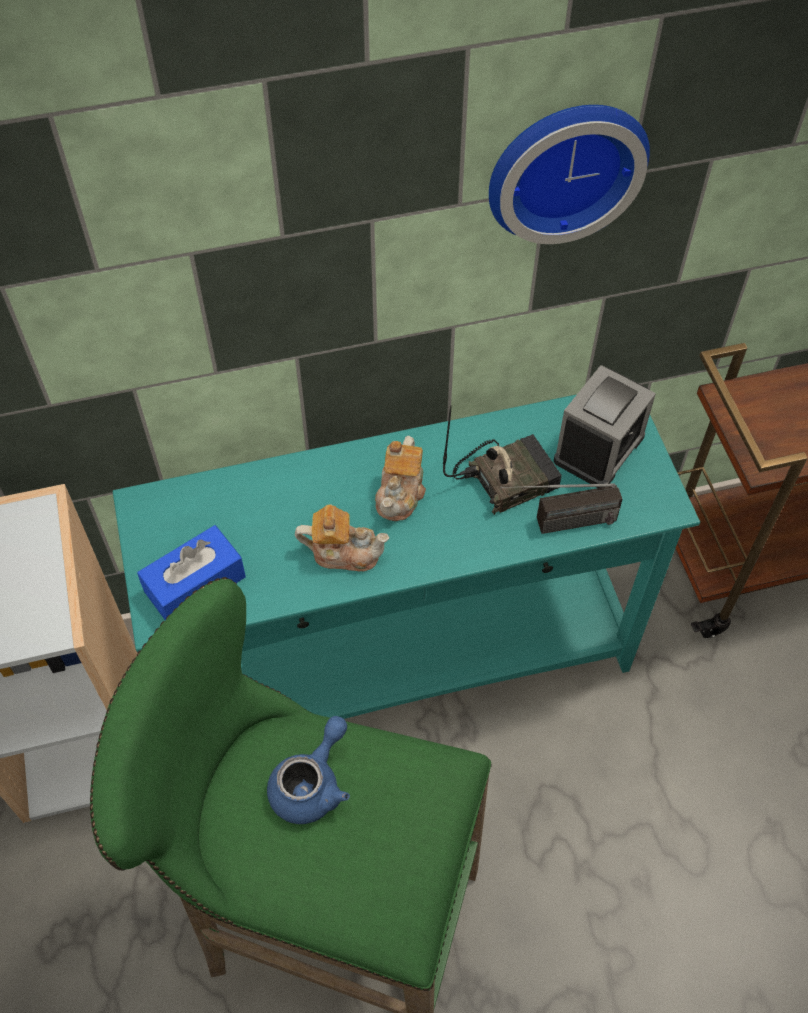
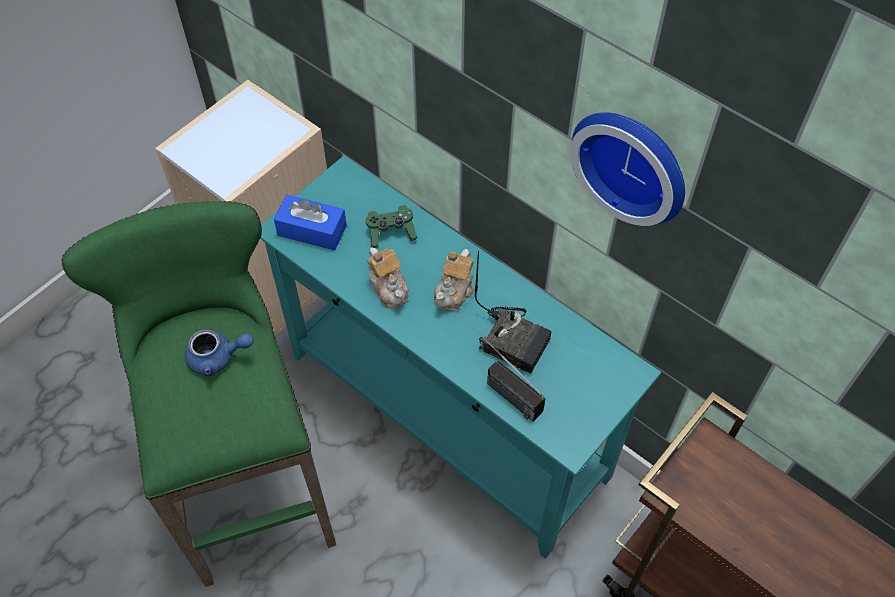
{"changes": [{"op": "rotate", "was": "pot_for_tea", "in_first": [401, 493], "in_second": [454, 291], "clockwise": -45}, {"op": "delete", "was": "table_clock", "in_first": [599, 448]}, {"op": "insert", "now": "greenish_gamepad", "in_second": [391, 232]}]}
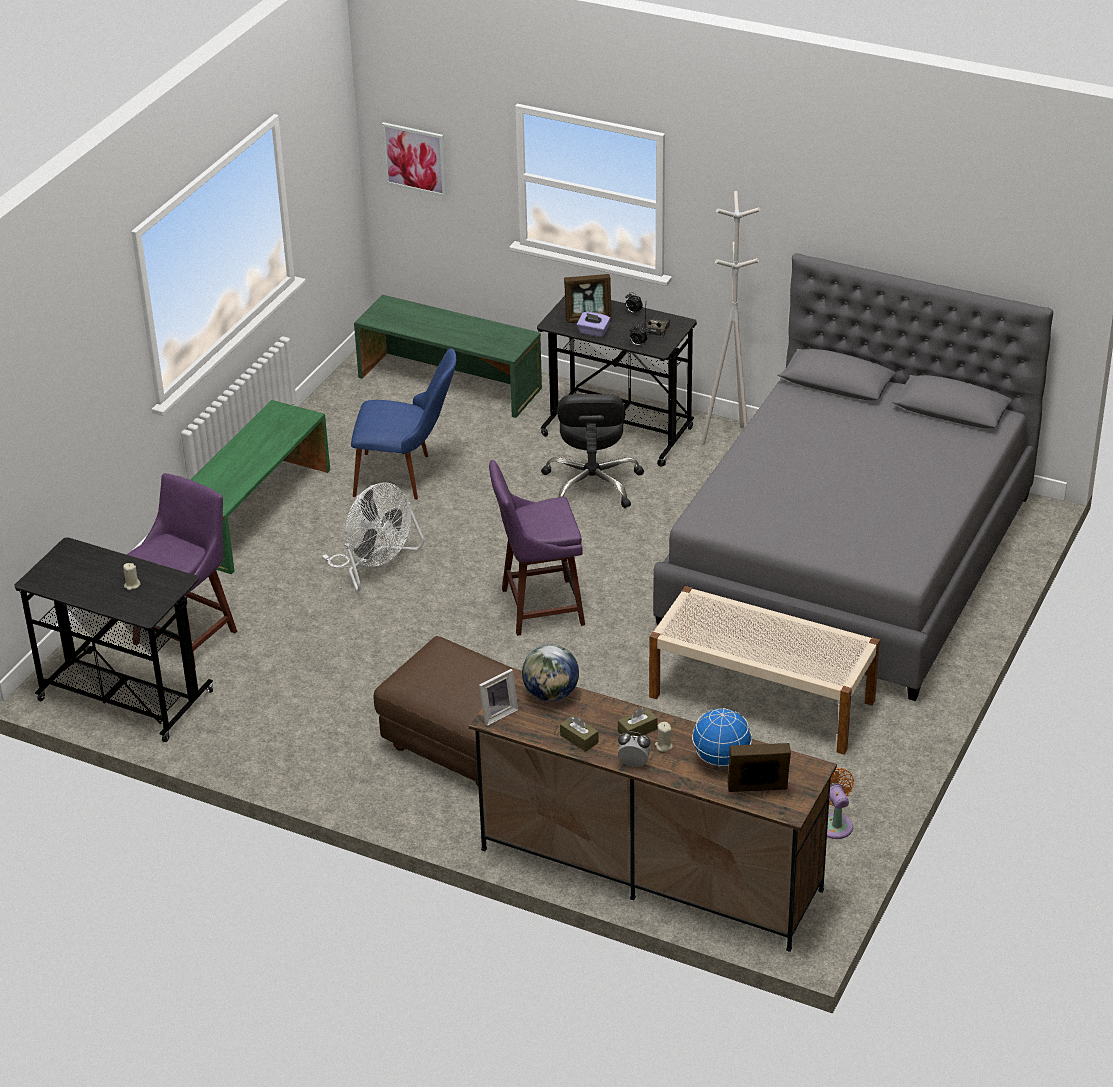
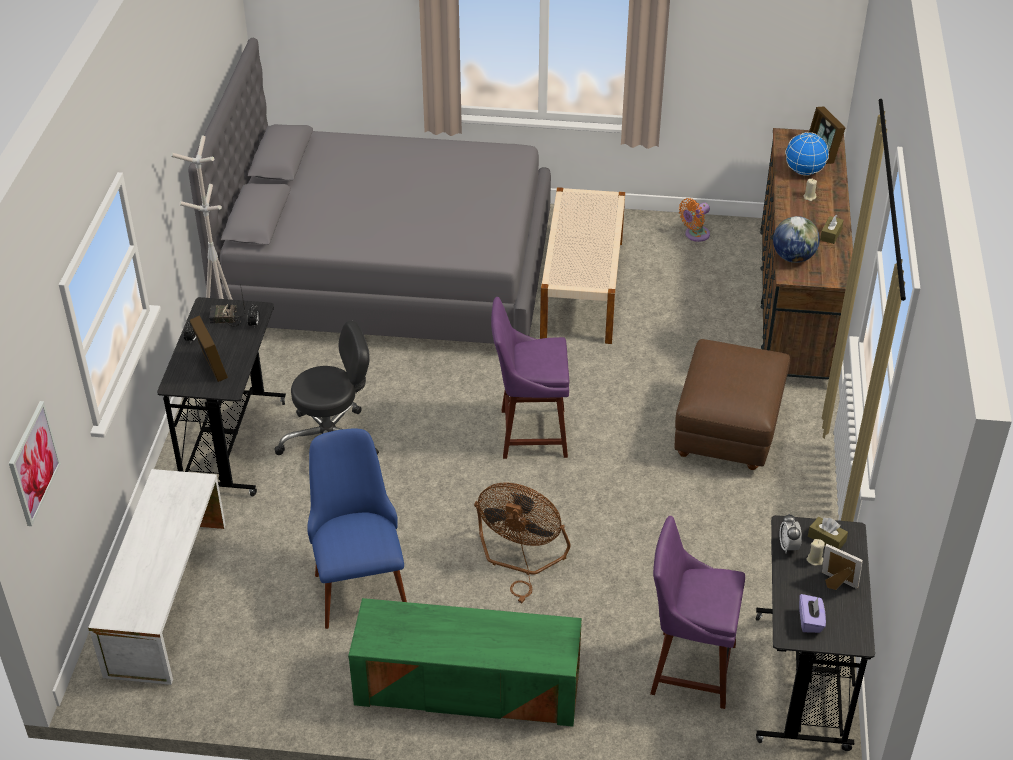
{"changes": [{"op": "recolor", "was": "whitish_electric_fan", "now": "brown-coloured_electric_fan", "in_first": [373, 566], "in_second": [519, 560]}, {"op": "recolor", "was": "greenish_indoor_bench", "now": "whitish_indoor_bench", "in_first": [451, 382], "in_second": [165, 596]}, {"op": "move", "was": "picture_frame", "in_first": [497, 713], "in_second": [836, 584]}, {"op": "rotate", "was": "purple-coloured_plain_chair", "in_first": [537, 607], "in_second": [528, 432], "clockwise": 120}, {"op": "move", "was": "purple-coloured_tissue_box", "in_first": [593, 332], "in_second": [810, 621]}, {"op": "move", "was": "brown-coloured_tissue_box", "in_first": [637, 730], "in_second": [826, 539]}, {"op": "move", "was": "table_clock", "in_first": [634, 764], "in_second": [788, 546]}]}
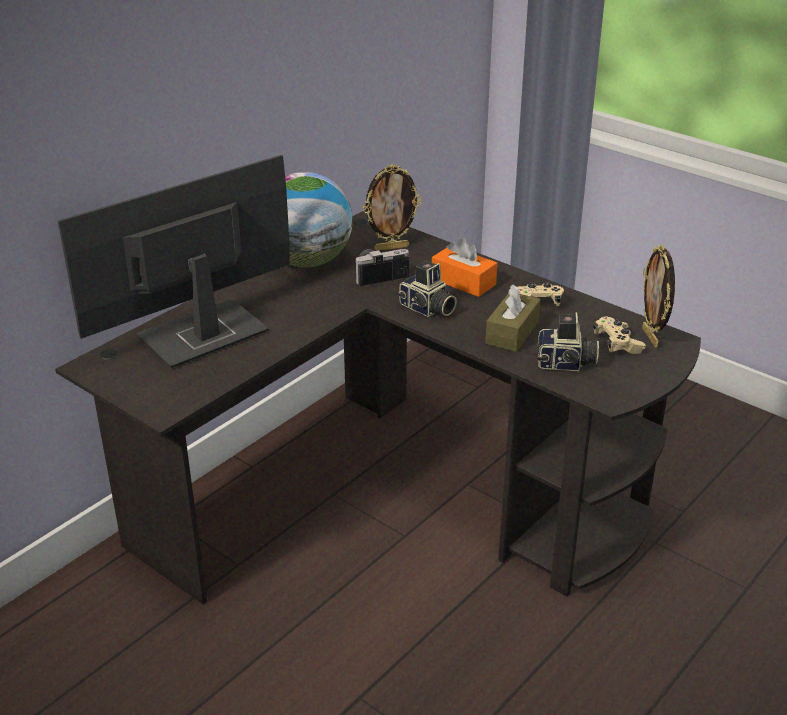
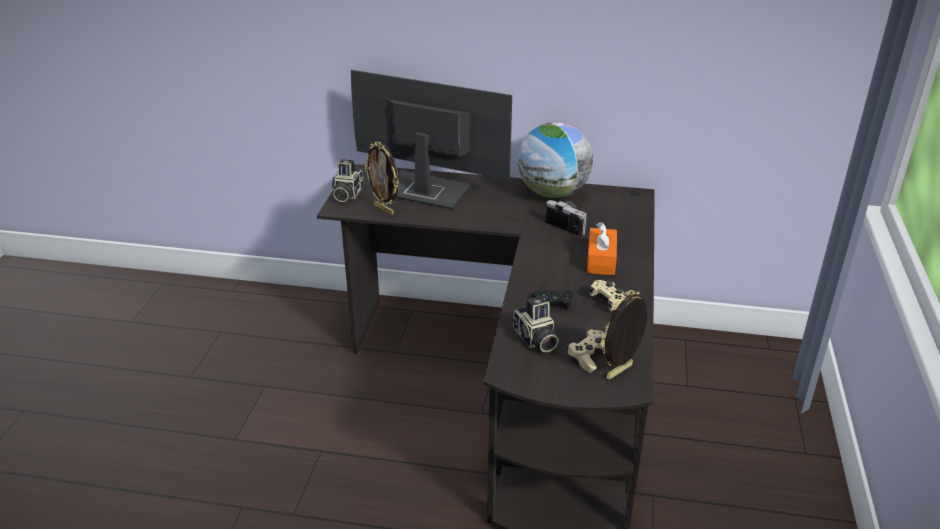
{"changes": [{"op": "move", "was": "picture_frame", "in_first": [391, 247], "in_second": [384, 210]}, {"op": "move", "was": "still_camera", "in_first": [427, 309], "in_second": [347, 194]}, {"op": "replace", "was": "brown-coloured_tissue_box", "now": "black_gamepad", "in_first": [512, 332], "in_second": [553, 302]}]}
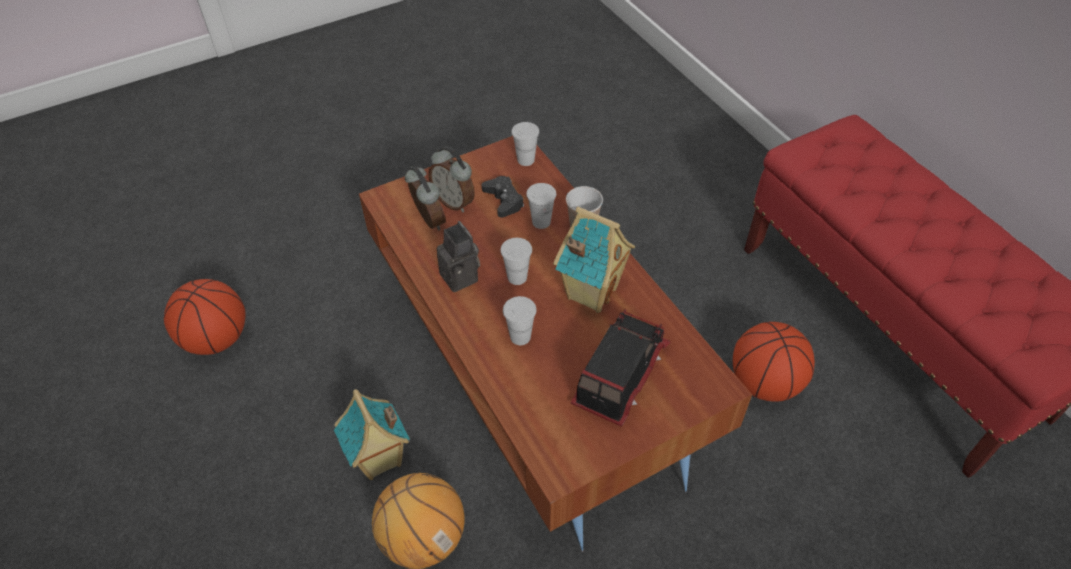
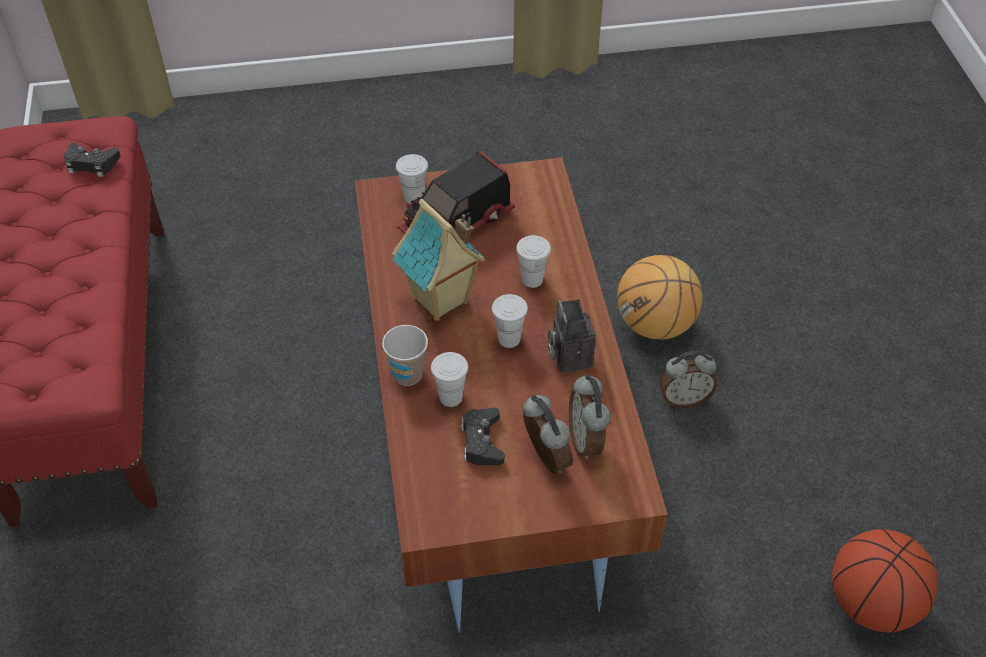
{"changes": [{"op": "replace", "was": "model_house", "now": "table_clock", "in_first": [379, 461], "in_second": [684, 399]}, {"op": "move", "was": "whitish_drinking_cup", "in_first": [525, 160], "in_second": [414, 197]}, {"op": "delete", "was": "ball_for_basketball", "in_first": [764, 383]}, {"op": "insert", "now": "black_gamepad", "in_second": [92, 164]}]}
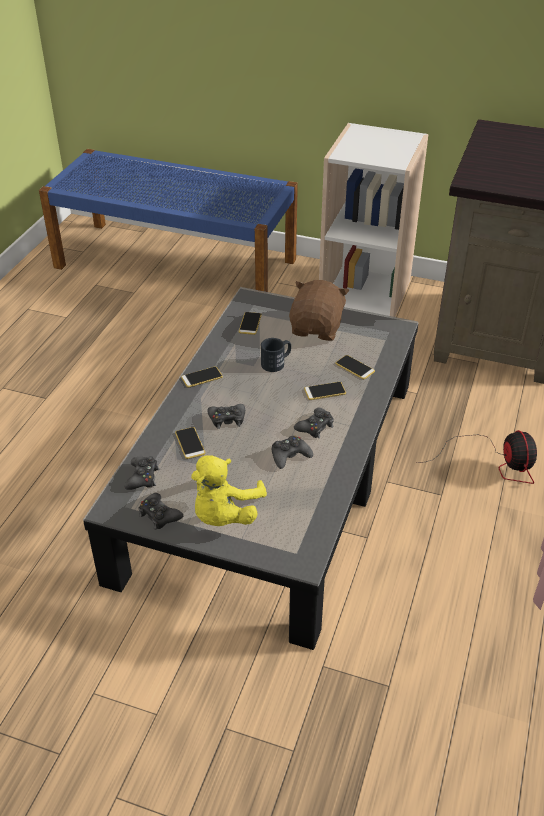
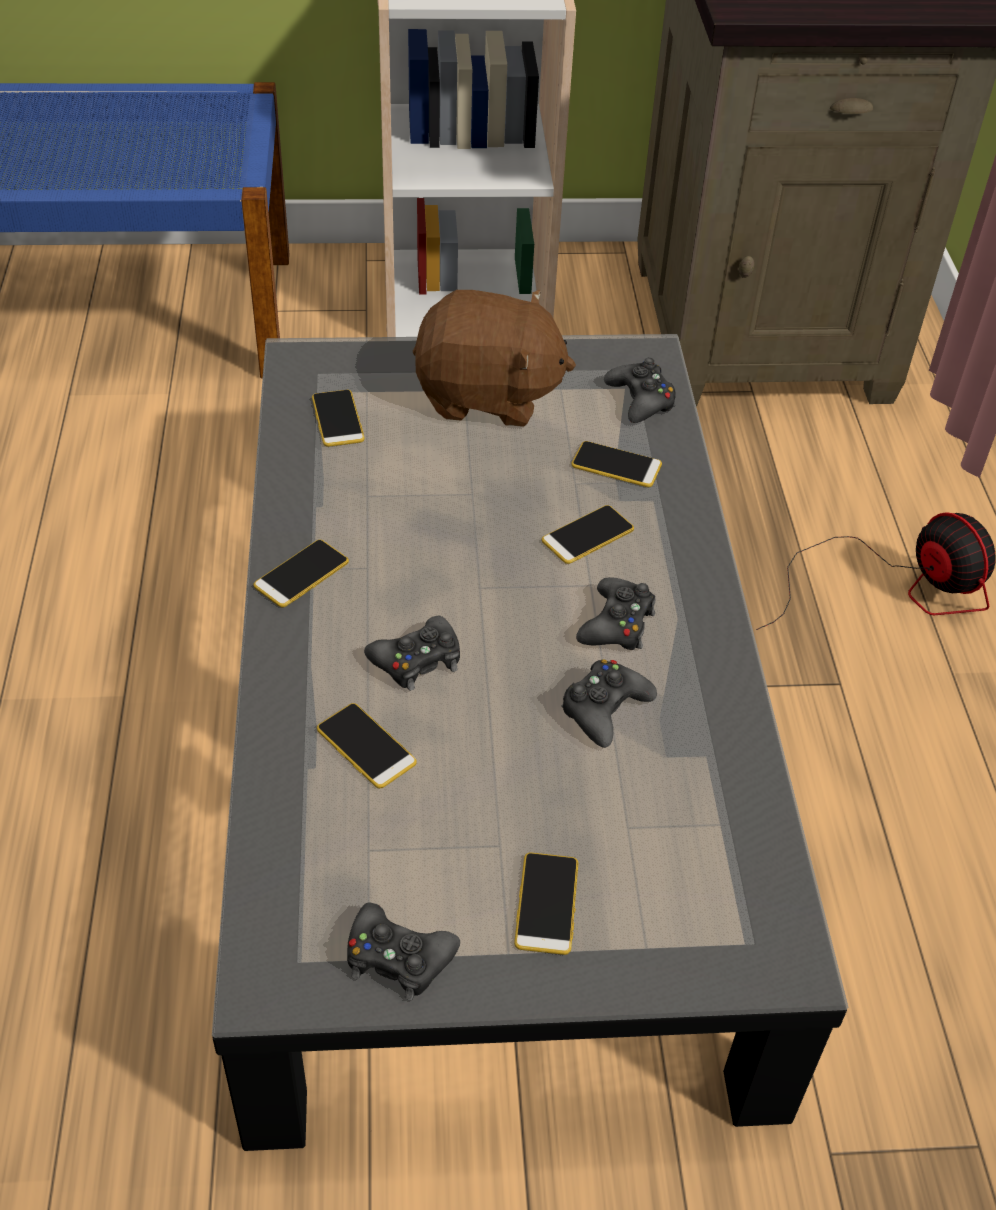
{"changes": [{"op": "move", "was": "black_gamepad", "in_first": [143, 477], "in_second": [640, 400]}, {"op": "replace", "was": "yellow_cuddly_toy", "now": "telephone", "in_first": [224, 515], "in_second": [547, 903]}, {"op": "delete", "was": "black_tea_mug", "in_first": [276, 362]}, {"op": "rotate", "was": "brown-coloured_cuddly_toy", "in_first": [317, 328], "in_second": [488, 396], "clockwise": 105}]}
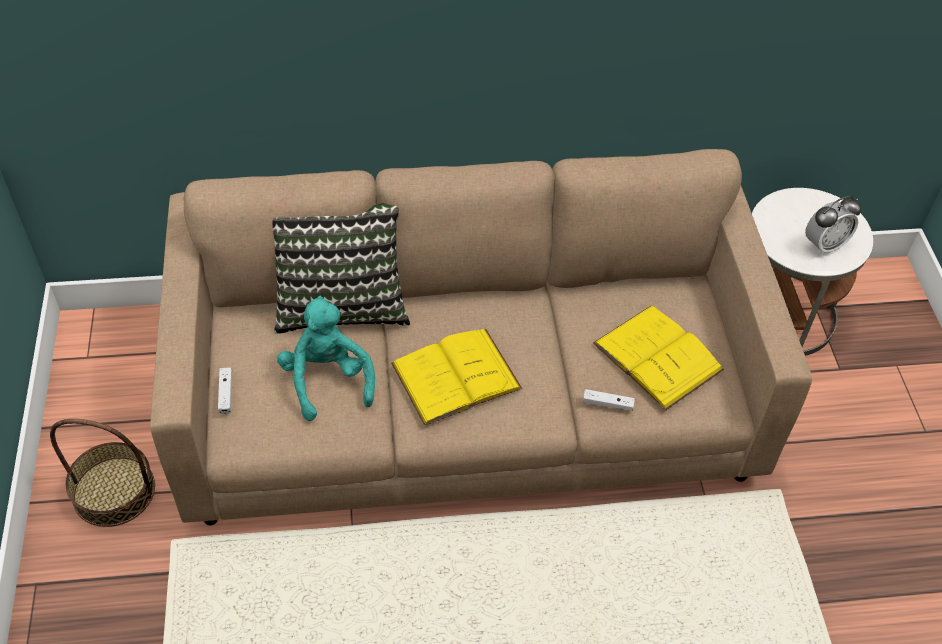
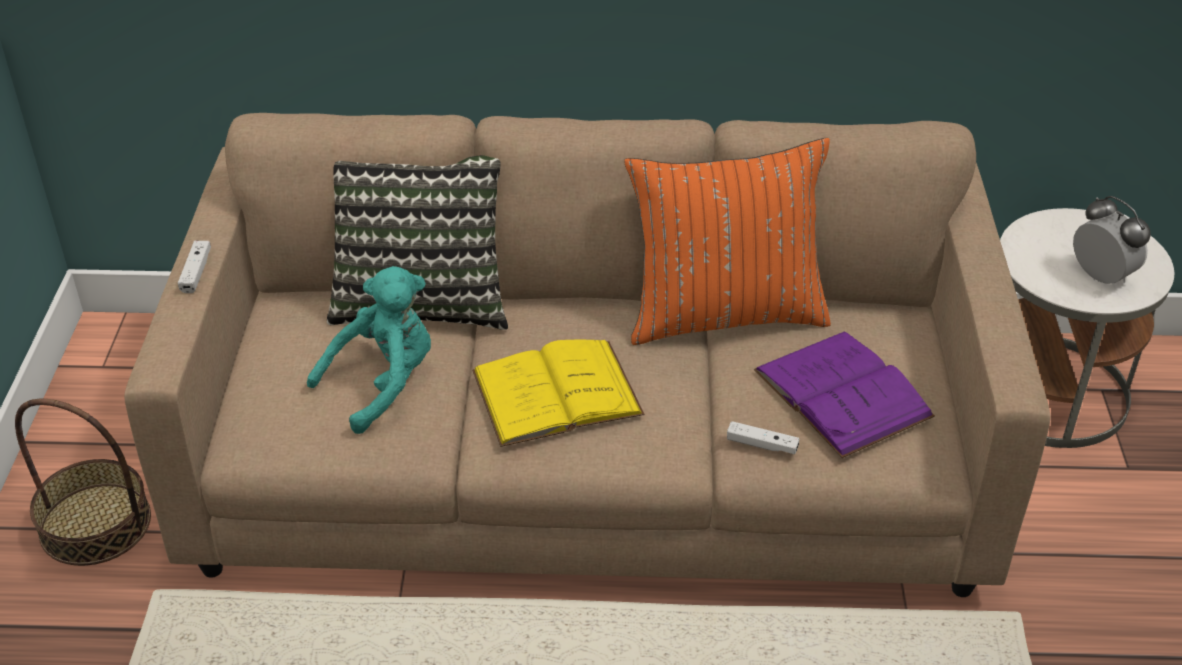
{"changes": [{"op": "move", "was": "whitish_gamepad", "in_first": [226, 394], "in_second": [196, 272]}, {"op": "rotate", "was": "blue-green_cuddly_toy", "in_first": [327, 380], "in_second": [383, 383], "clockwise": 60}, {"op": "recolor", "was": "yellow_bound_book", "now": "purple-coloured_bound_book", "in_first": [657, 356], "in_second": [842, 393]}, {"op": "rotate", "was": "table_clock", "in_first": [824, 245], "in_second": [1101, 276], "clockwise": -105}, {"op": "insert", "now": "orangey_cushion", "in_second": [724, 315]}]}
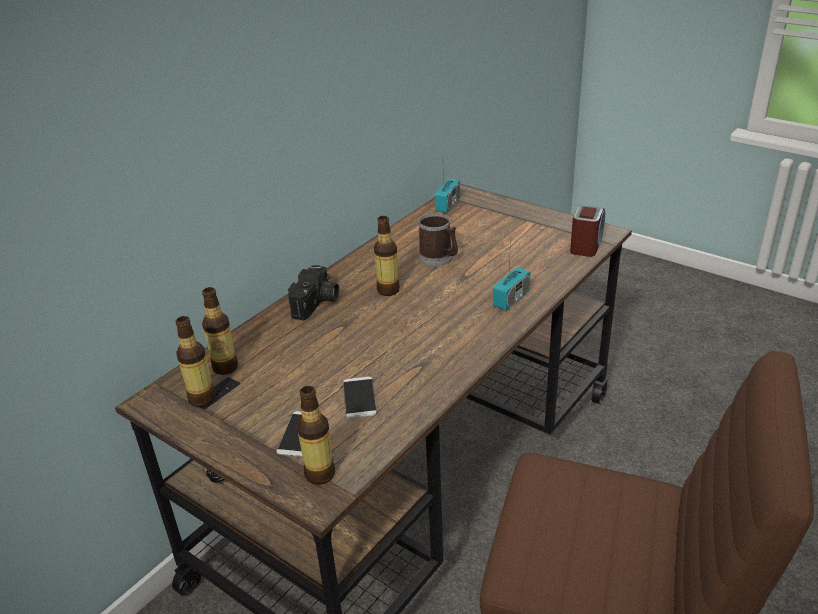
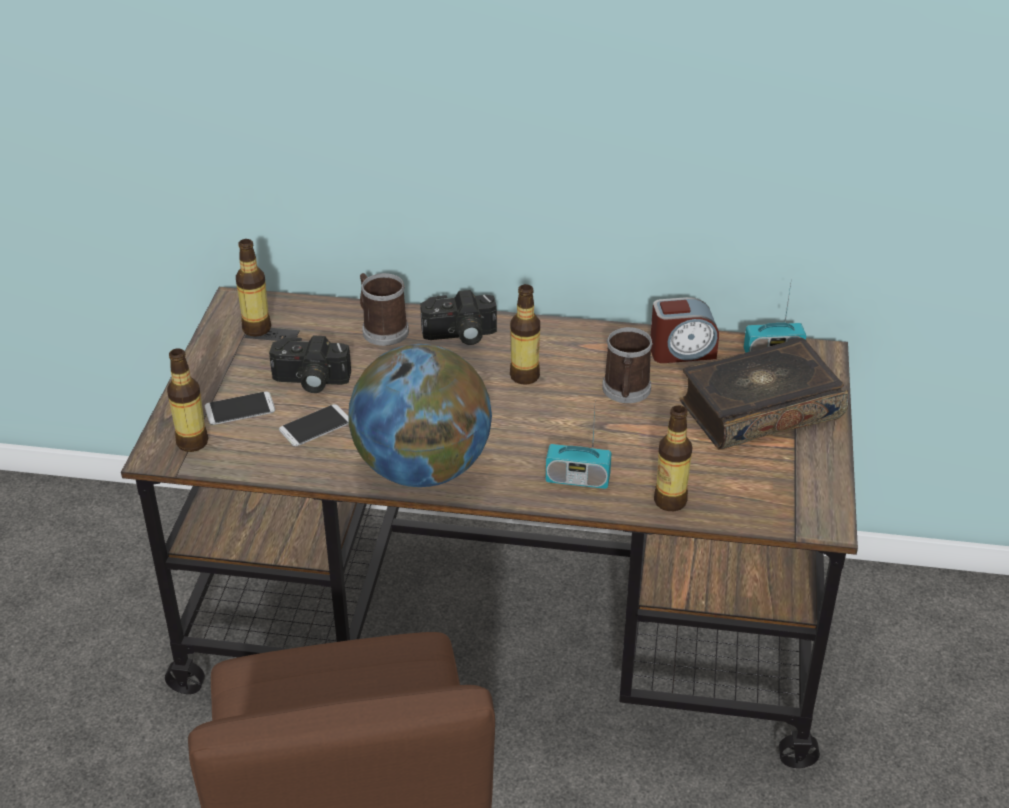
{"changes": [{"op": "move", "was": "drink_bottle", "in_first": [225, 367], "in_second": [670, 501]}, {"op": "move", "was": "table_clock", "in_first": [586, 245], "in_second": [682, 351]}, {"op": "insert", "now": "still_camera", "in_second": [310, 381]}, {"op": "insert", "now": "world_globe", "in_second": [422, 469]}, {"op": "insert", "now": "tea_mug", "in_second": [381, 329]}, {"op": "insert", "now": "bound_book", "in_second": [759, 409]}]}
